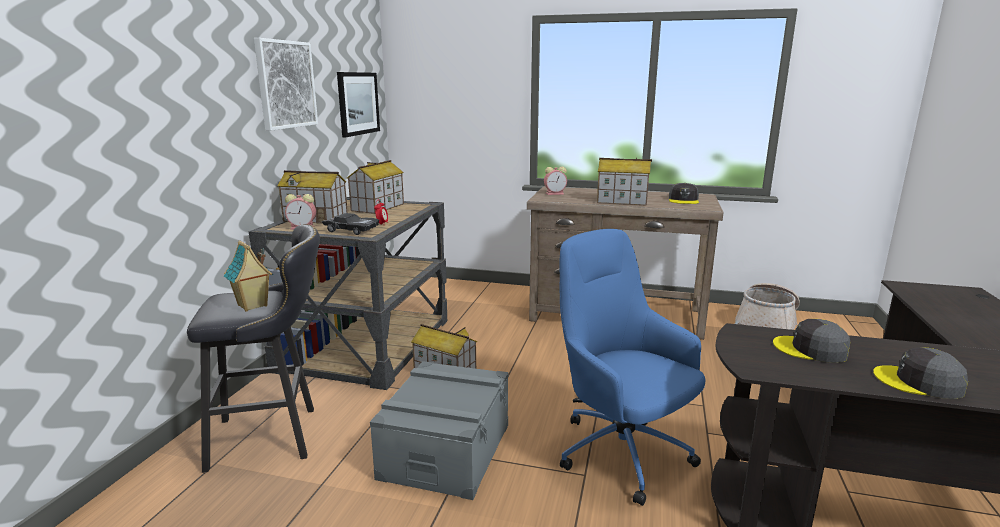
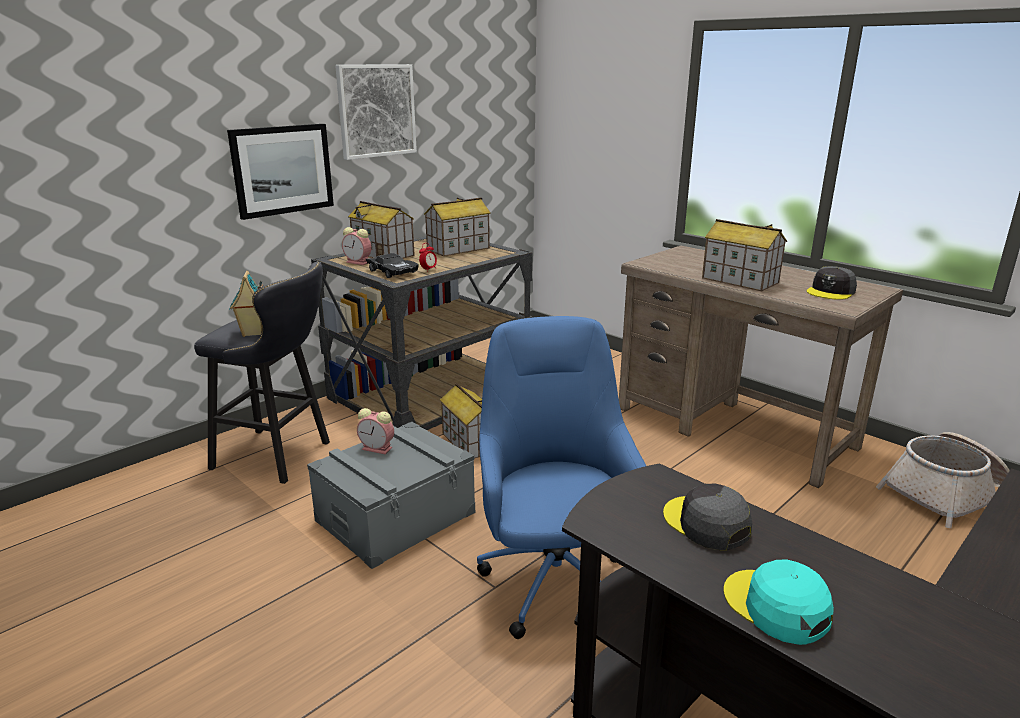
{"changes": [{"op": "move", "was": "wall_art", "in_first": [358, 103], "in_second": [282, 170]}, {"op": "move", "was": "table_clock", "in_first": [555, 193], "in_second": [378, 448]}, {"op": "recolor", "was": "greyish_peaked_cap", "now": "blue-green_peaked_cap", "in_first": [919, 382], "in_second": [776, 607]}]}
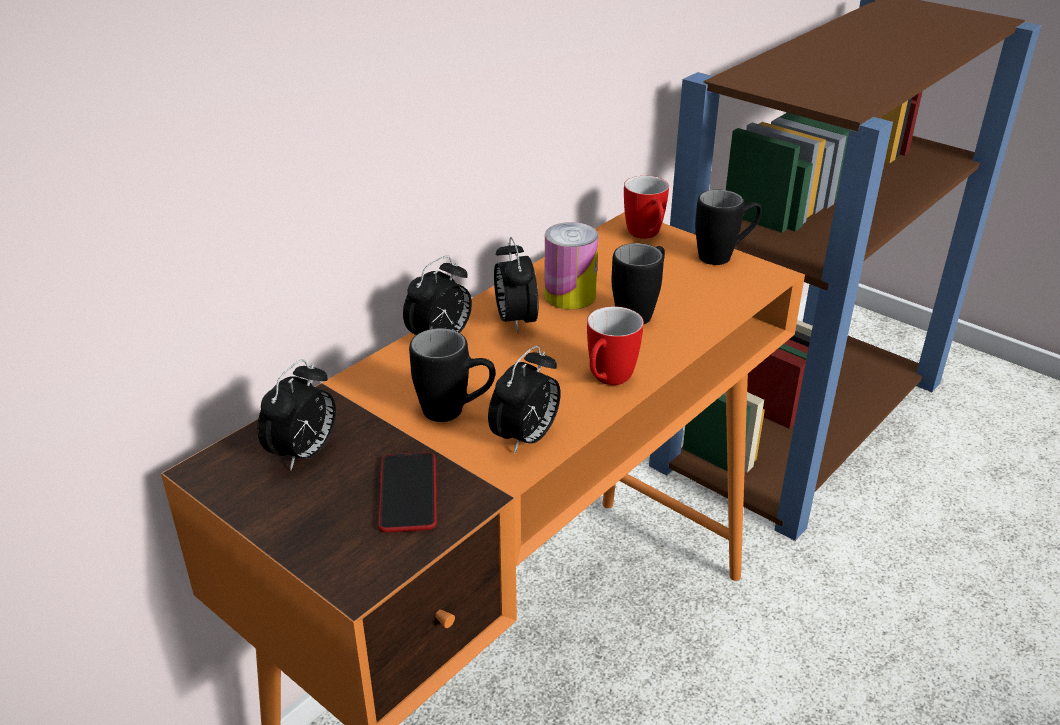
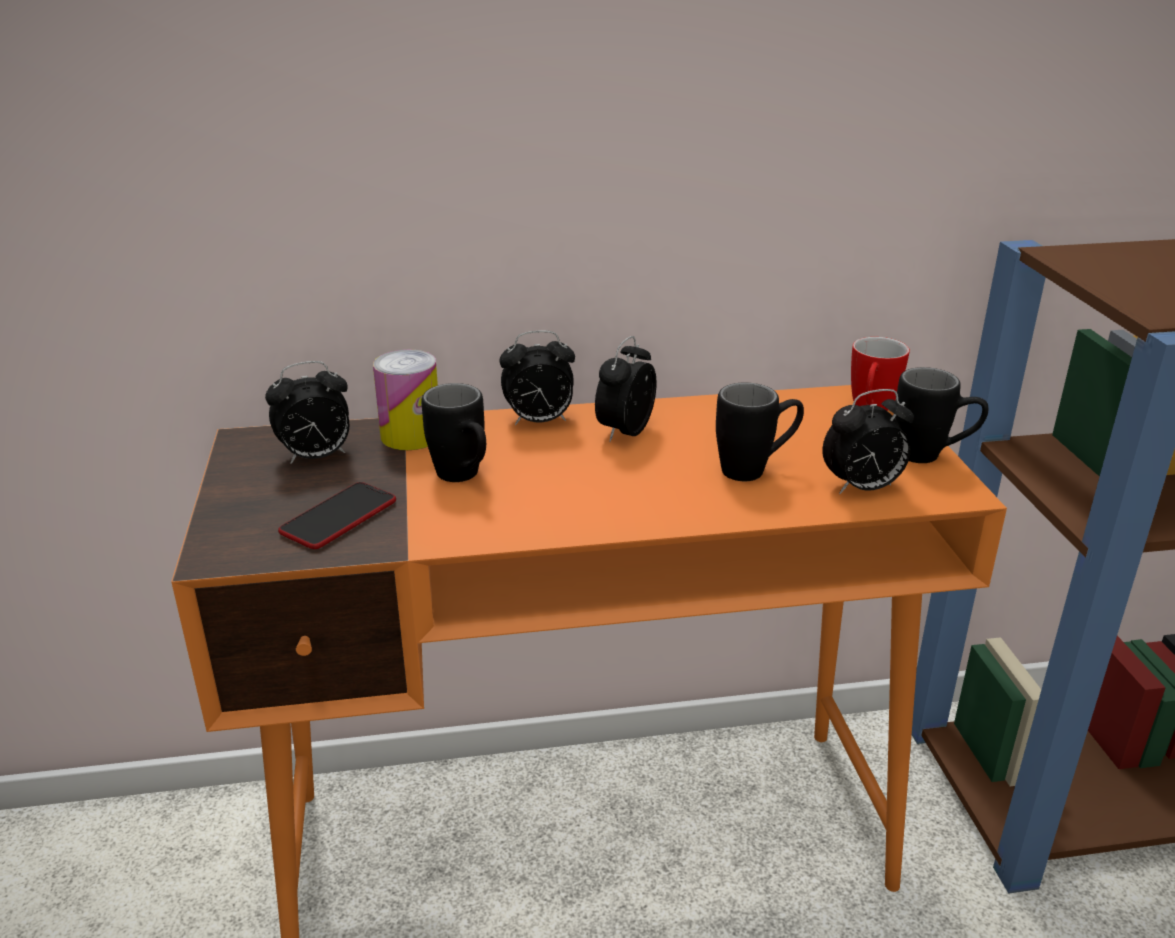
{"changes": [{"op": "move", "was": "table_clock", "in_first": [525, 438], "in_second": [862, 488]}, {"op": "move", "was": "can", "in_first": [570, 295], "in_second": [411, 435]}, {"op": "delete", "was": "tea_mug", "in_first": [607, 381]}]}
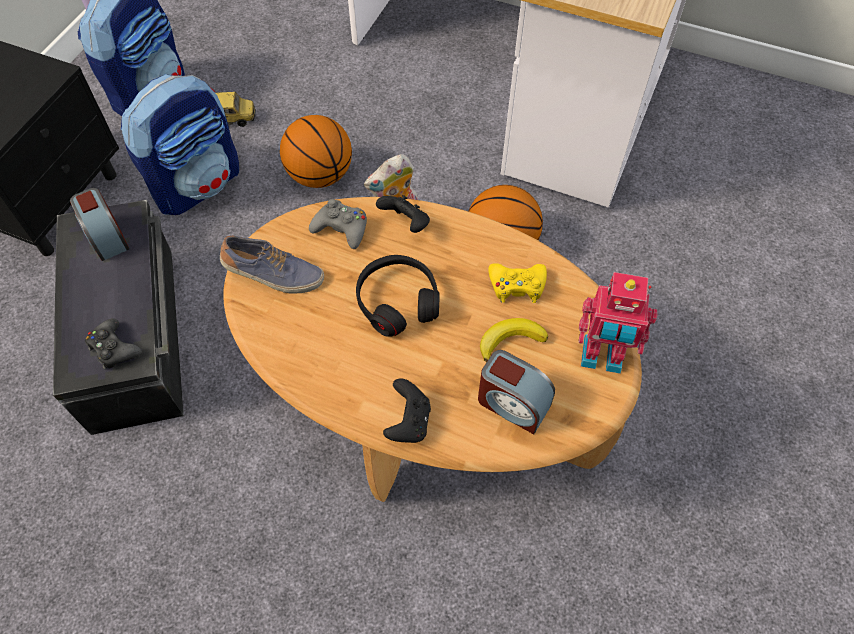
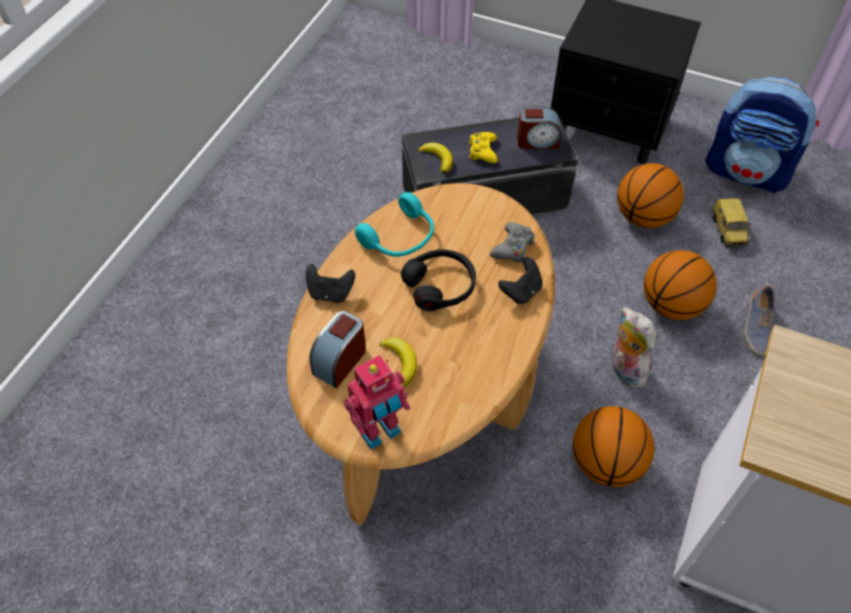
{"changes": [{"op": "rotate", "was": "table_clock", "in_first": [106, 237], "in_second": [537, 141], "clockwise": -150}, {"op": "replace", "was": "black_gamepad", "now": "banana_fruit", "in_first": [114, 348], "in_second": [438, 159]}, {"op": "replace", "was": "knapsack", "now": "ball_for_basketball", "in_first": [198, 184], "in_second": [643, 217]}, {"op": "move", "was": "item_of_footwear", "in_first": [273, 275], "in_second": [756, 327]}, {"op": "move", "was": "yellow_gamepad", "in_first": [517, 286], "in_second": [482, 151]}, {"op": "rotate", "was": "toy_robot", "in_first": [601, 358], "in_second": [379, 431], "clockwise": -135}, {"op": "insert", "now": "blue-green_pair_of_headphones", "in_second": [400, 238]}]}
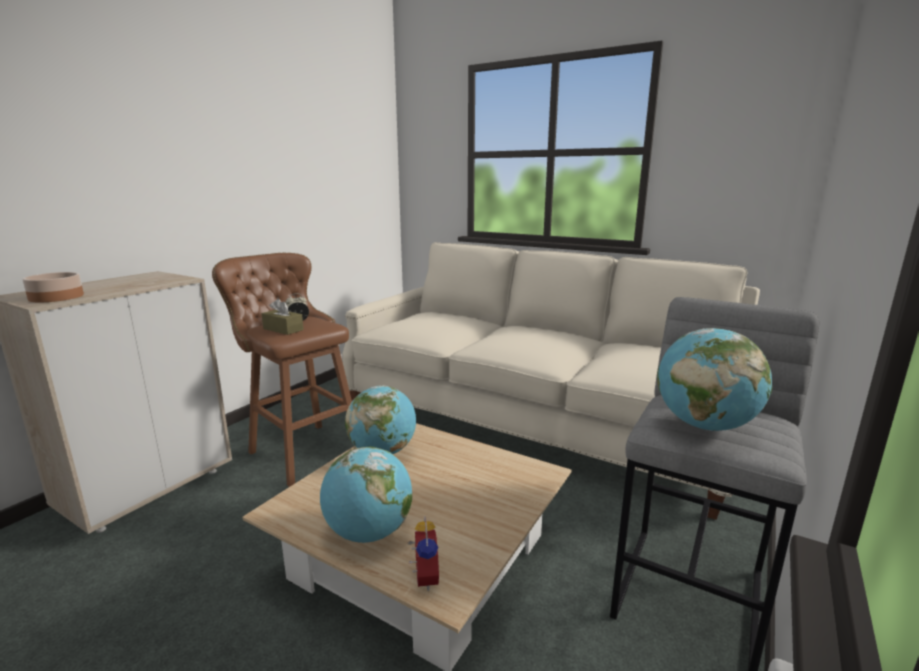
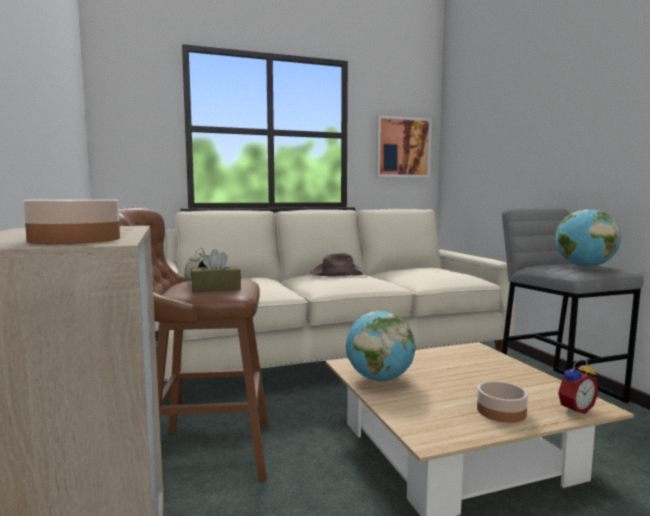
{"changes": [{"op": "replace", "was": "world_globe", "now": "deep_dish", "in_first": [369, 532], "in_second": [501, 412]}, {"op": "rotate", "was": "table_clock", "in_first": [423, 578], "in_second": [574, 409], "clockwise": 120}, {"op": "insert", "now": "brown-coloured_clothing_hat", "in_second": [337, 274]}, {"op": "insert", "now": "wall_art", "in_second": [402, 147]}]}
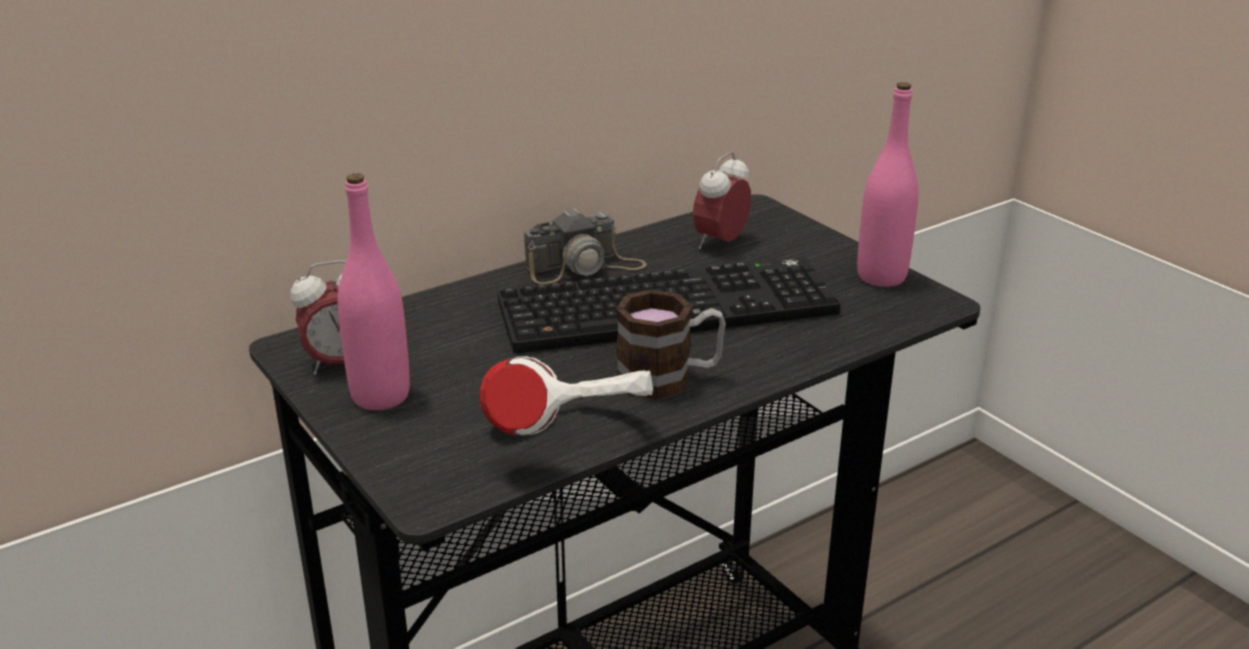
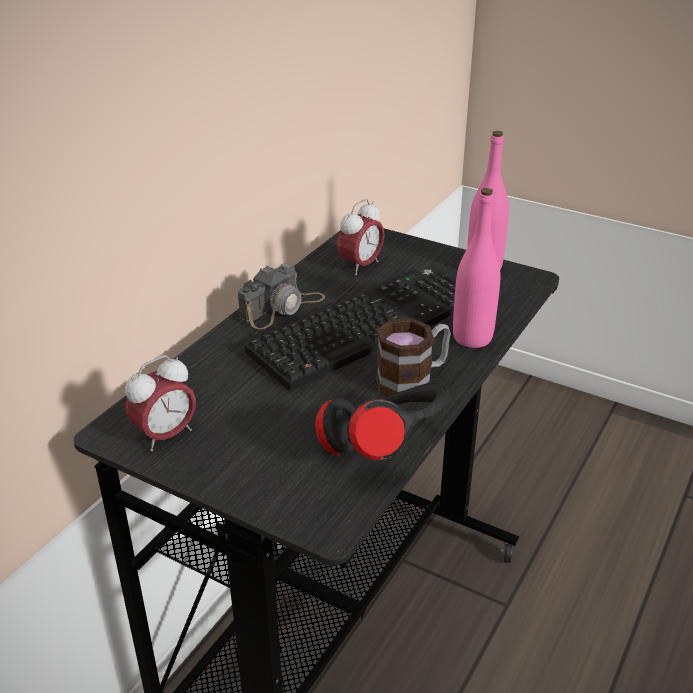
{"changes": [{"op": "move", "was": "pink-coloured_drink_bottle", "in_first": [380, 396], "in_second": [472, 338]}, {"op": "recolor", "was": "whitish_pair_of_headphones", "now": "black_pair_of_headphones", "in_first": [568, 442], "in_second": [386, 449]}, {"op": "rotate", "was": "table_clock", "in_first": [720, 243], "in_second": [360, 266], "clockwise": -150}]}
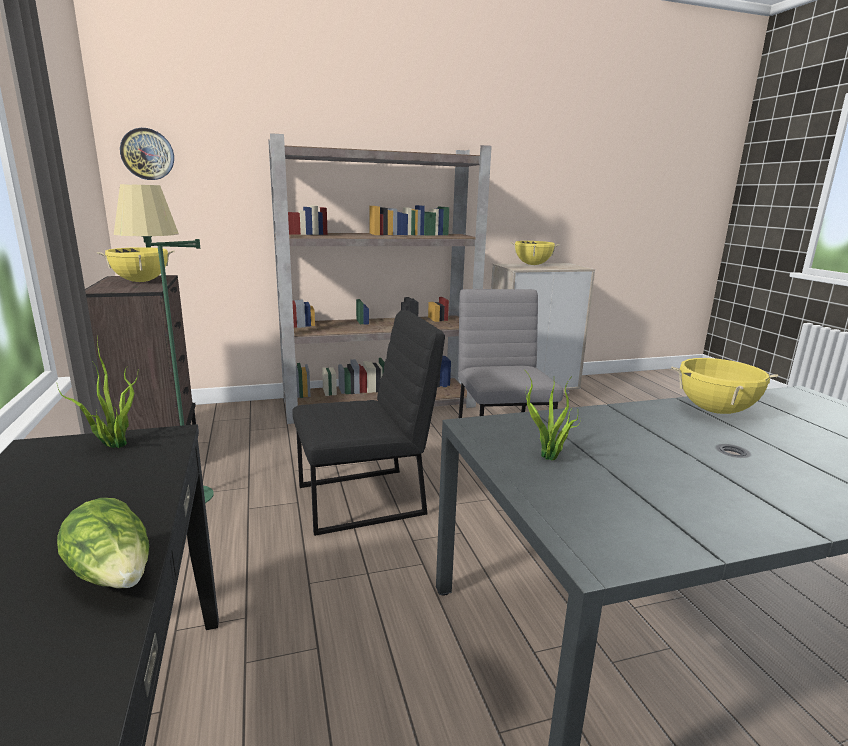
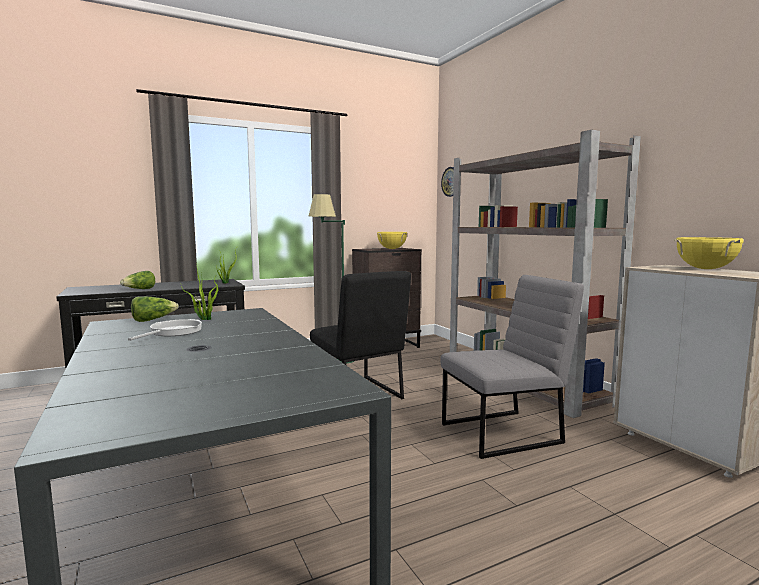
{"changes": [{"op": "delete", "was": "yellow_saucepot", "in_first": [715, 411]}, {"op": "insert", "now": "skillet", "in_second": [173, 332]}, {"op": "insert", "now": "lettuce", "in_second": [153, 320]}]}
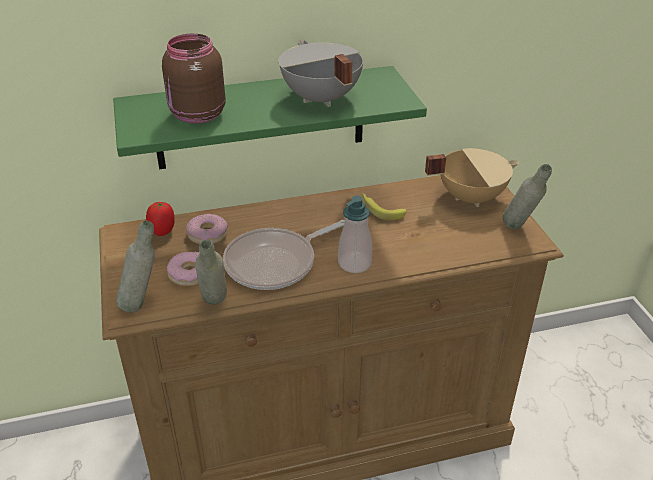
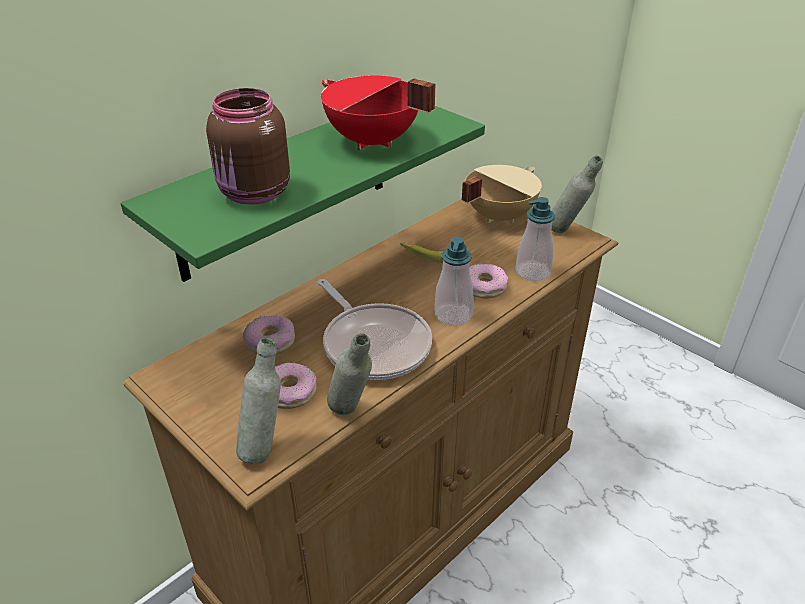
{"changes": [{"op": "delete", "was": "tomato", "in_first": [163, 231]}, {"op": "rotate", "was": "skillet", "in_first": [275, 263], "in_second": [374, 344], "clockwise": -60}, {"op": "recolor", "was": "greyish_saucepot", "now": "reddish_saucepot", "in_first": [320, 99], "in_second": [372, 142]}, {"op": "insert", "now": "doughnut", "in_second": [484, 287]}, {"op": "insert", "now": "soap_dispenser", "in_second": [532, 272]}]}
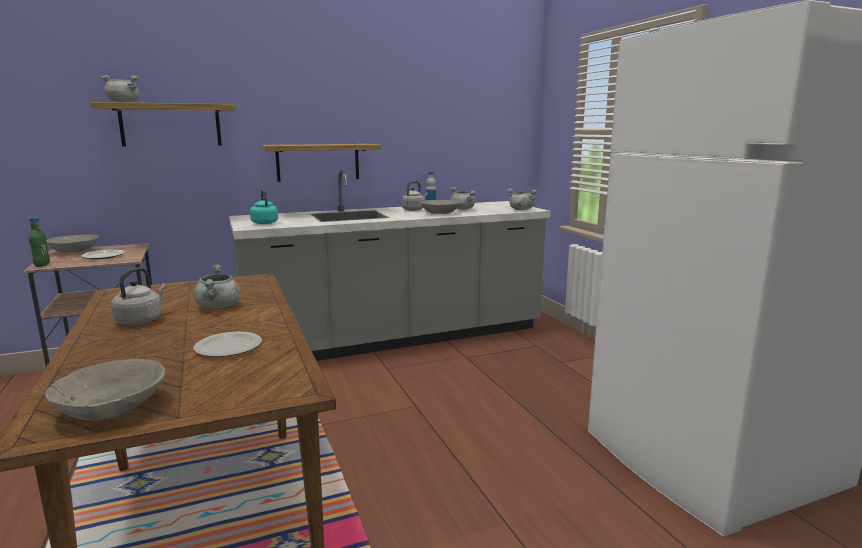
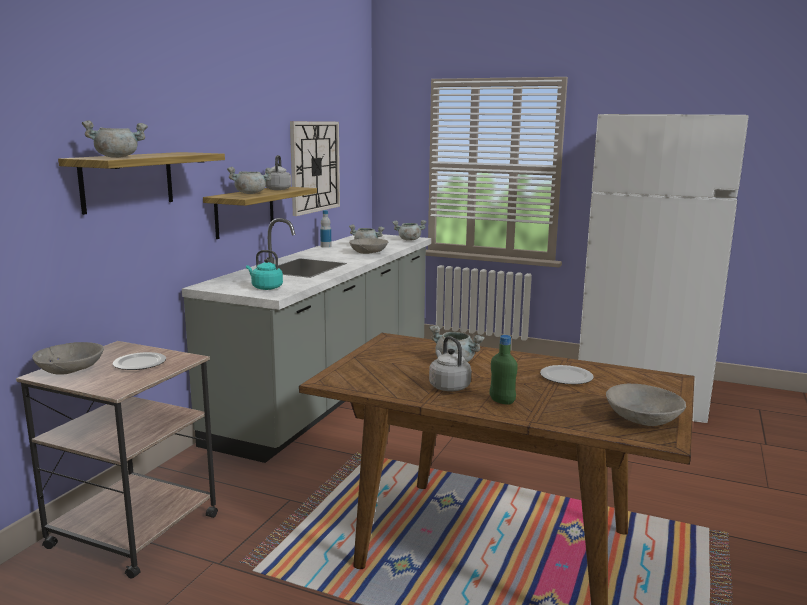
{"changes": [{"op": "move", "was": "greenish_drink_bottle", "in_first": [42, 265], "in_second": [502, 401]}, {"op": "move", "was": "greyish_water_kettle", "in_first": [414, 210], "in_second": [278, 189]}, {"op": "insert", "now": "greyish_saucepot", "in_second": [251, 193]}, {"op": "insert", "now": "wall_clock", "in_second": [315, 166]}]}
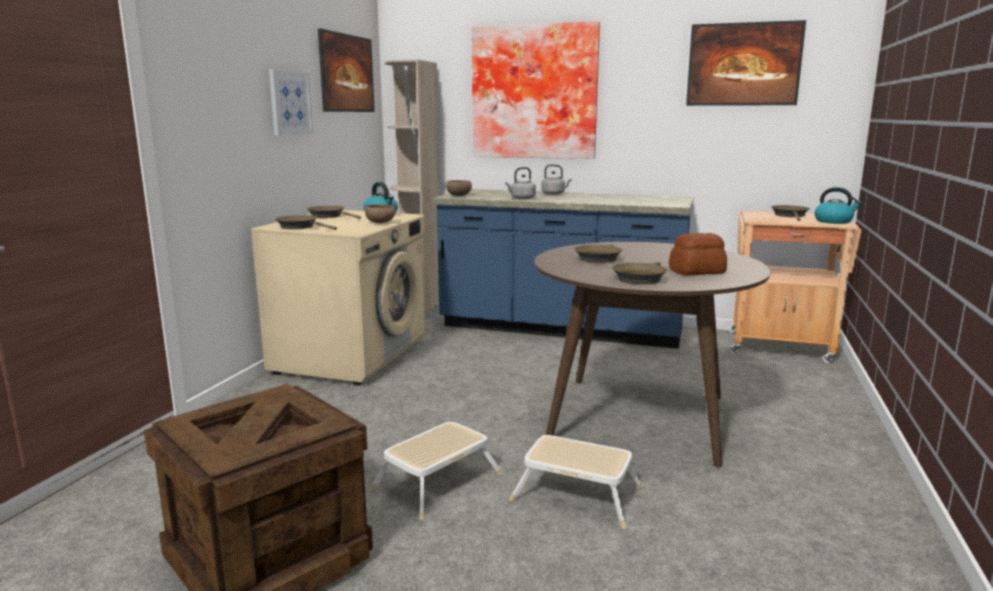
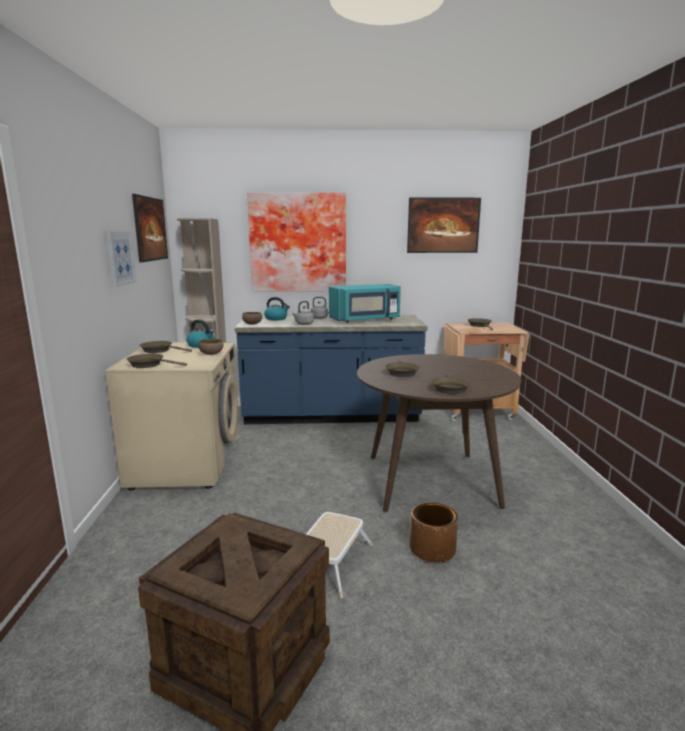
{"changes": [{"op": "replace", "was": "beige-coloured_step_ladder", "now": "brown-coloured_plant_pot", "in_first": [577, 494], "in_second": [432, 549]}, {"op": "delete", "was": "bakery_bread", "in_first": [697, 272]}, {"op": "move", "was": "water_kettle", "in_first": [834, 221], "in_second": [276, 318]}, {"op": "insert", "now": "blue-green_microwave", "in_second": [365, 320]}]}
